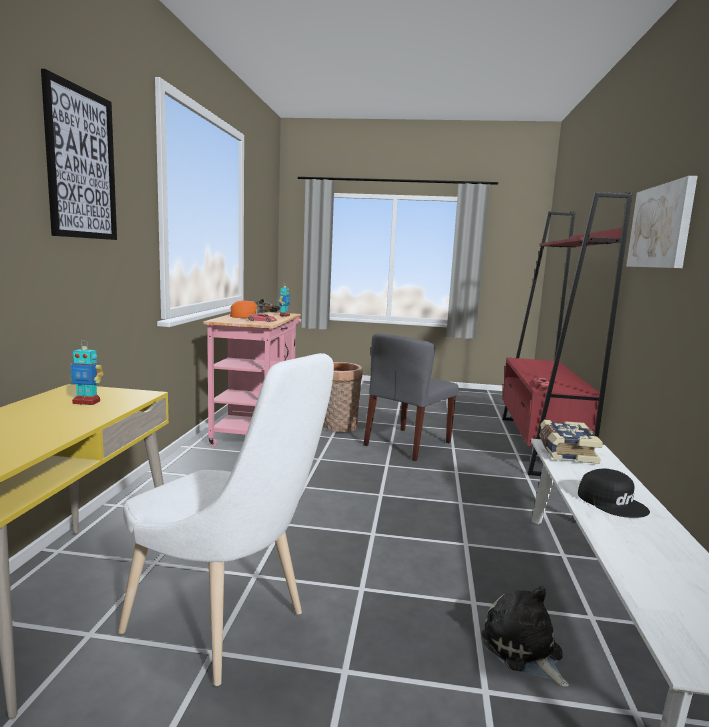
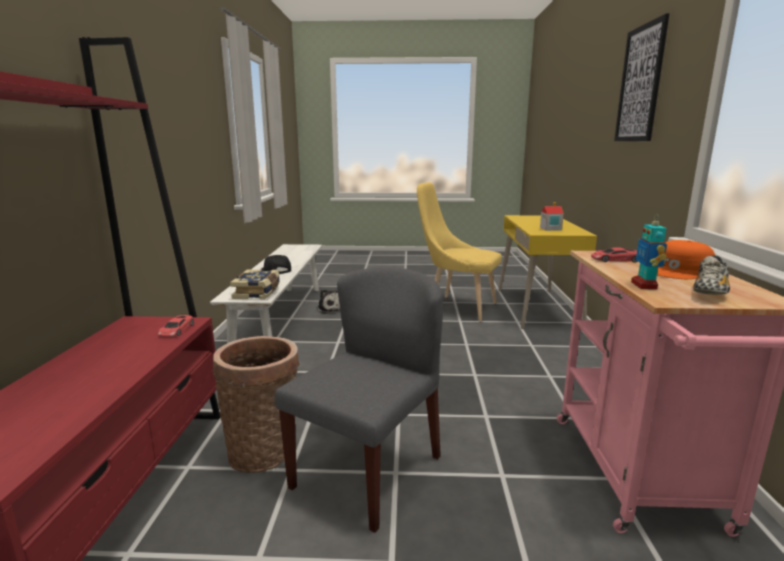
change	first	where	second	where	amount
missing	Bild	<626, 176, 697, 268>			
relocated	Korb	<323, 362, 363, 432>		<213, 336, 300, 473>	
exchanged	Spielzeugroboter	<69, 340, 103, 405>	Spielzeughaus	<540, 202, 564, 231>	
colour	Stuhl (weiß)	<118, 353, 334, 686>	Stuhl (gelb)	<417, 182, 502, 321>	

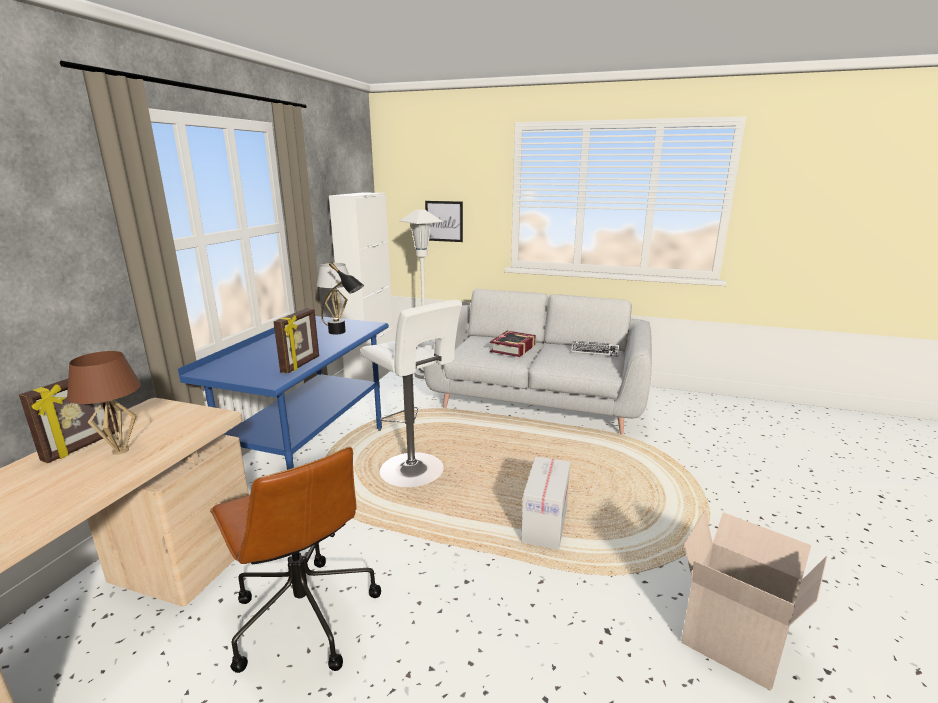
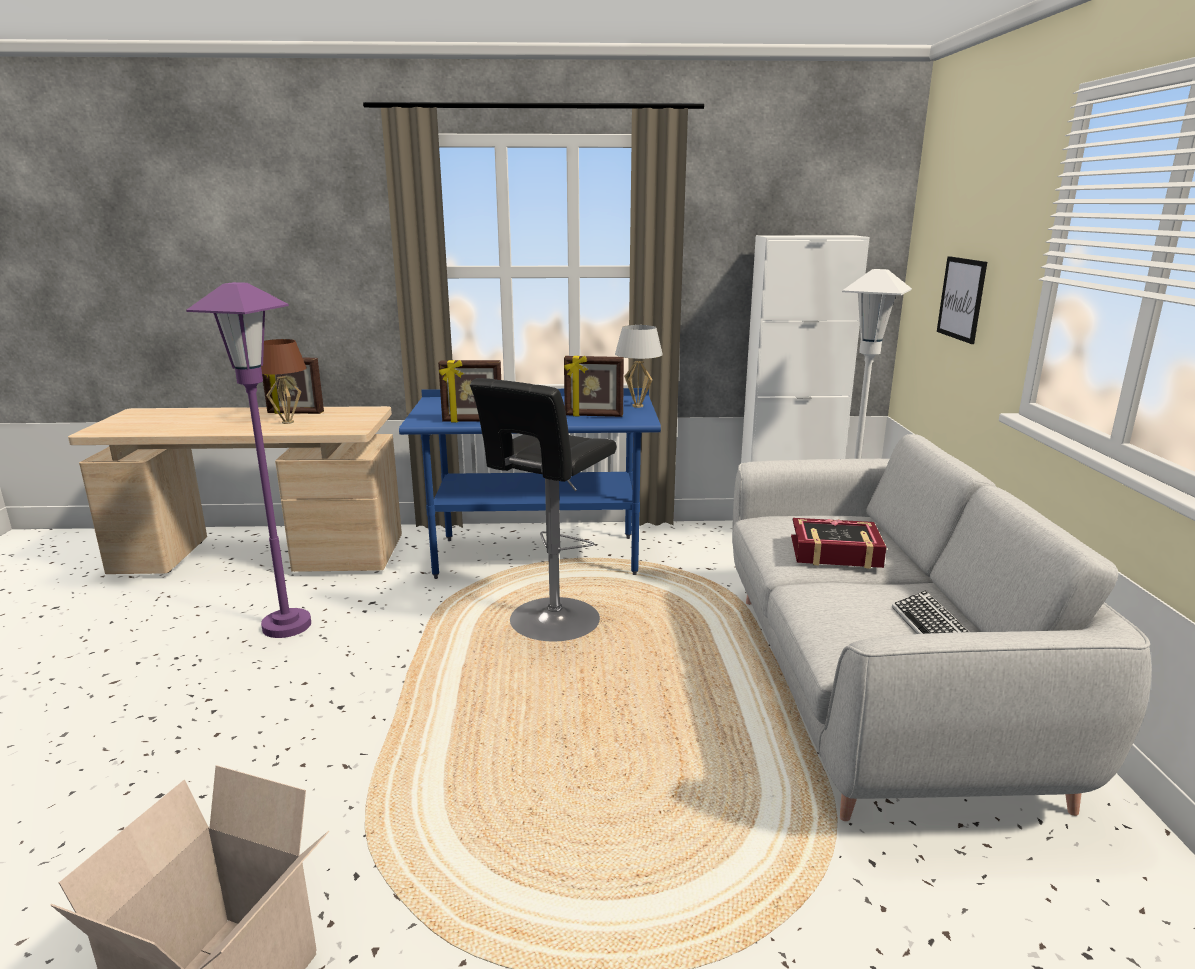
change	first	where	second	where	amount
missing	Karton	<521, 456, 570, 550>			
exchanged	Bürostuhl (braun)	<210, 447, 381, 673>	Stehlampe (lila)	<186, 282, 311, 638>	
exchanged	Tischlampe (schwarz)	<321, 262, 364, 335>	Bilderrahmen	<564, 356, 624, 417>	
colour	Hocker (weiß)	<360, 300, 463, 487>	Hocker (schwarz)	<470, 378, 617, 641>	

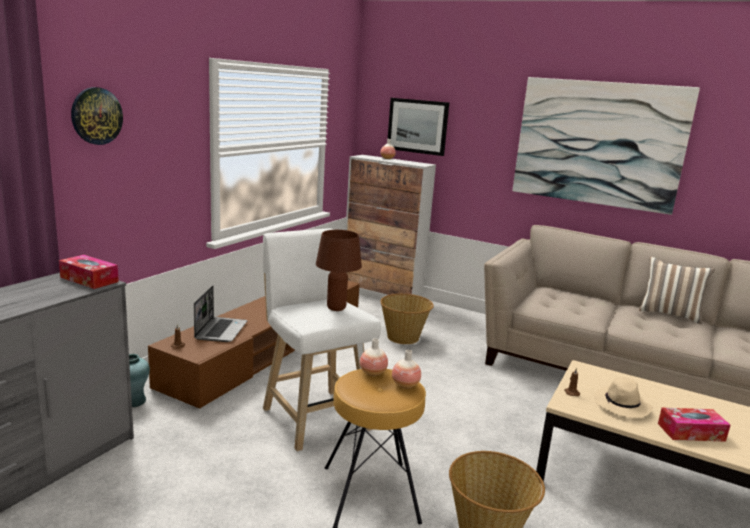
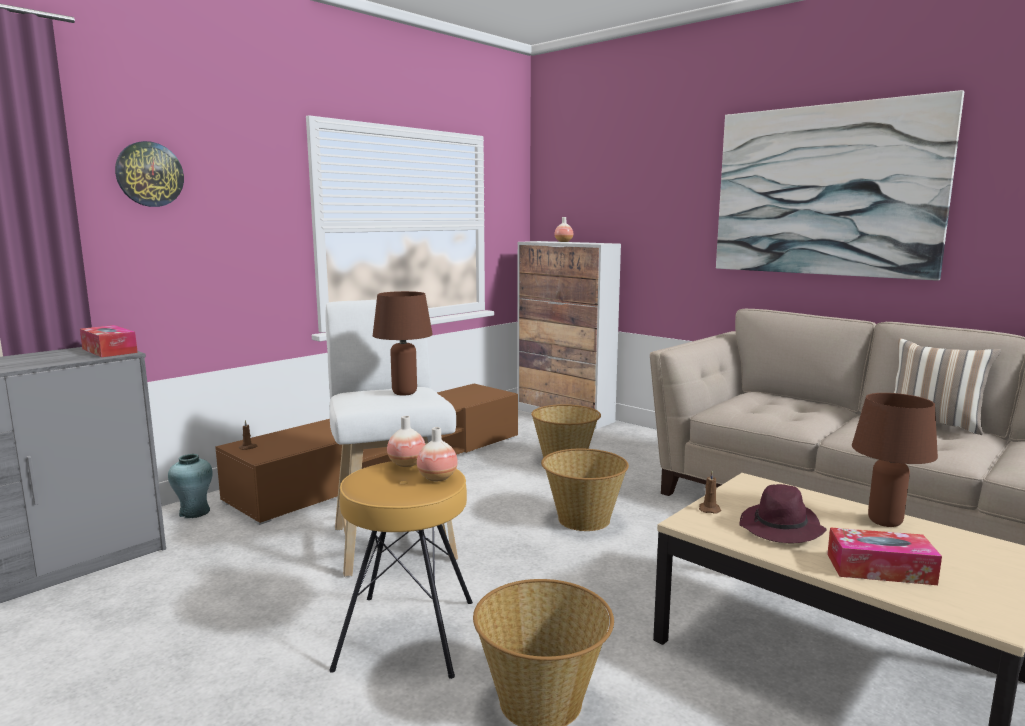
change	first	where	second	where	amount
missing	Laptop	<194, 286, 247, 342>			
missing	Bild	<388, 98, 449, 156>			
appeared			Korb	<541, 449, 629, 531>	
appeared			Tischlampe (braun)	<852, 393, 938, 527>	
colour	Hut (beige)	<594, 377, 653, 418>	Hut (lila)	<739, 484, 827, 543>	

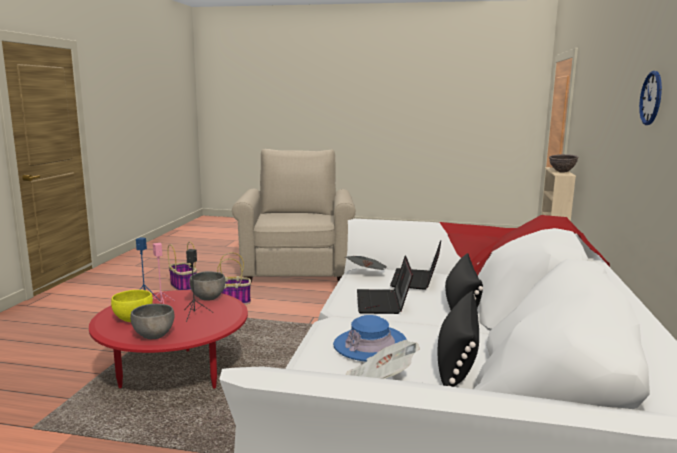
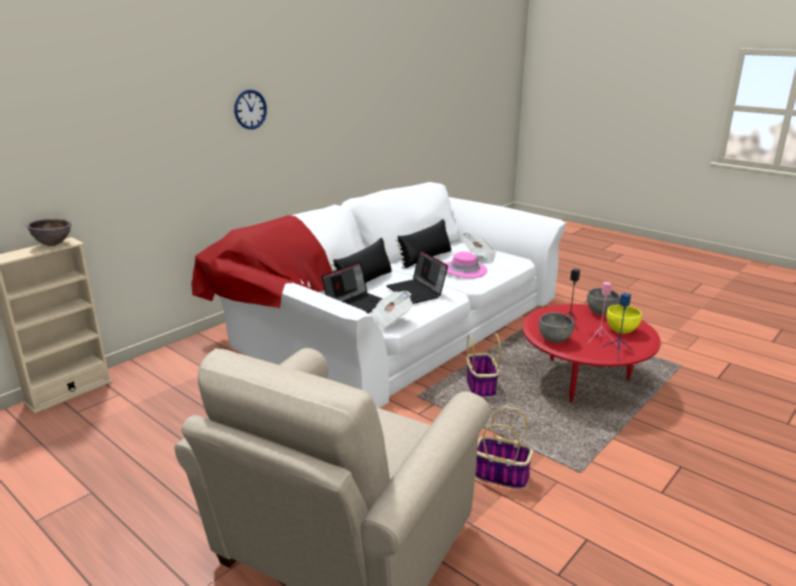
change	first	where	second	where	amount
relocated	Korb	<167, 242, 197, 290>		<467, 333, 501, 397>	
colour	Hut (blau)	<333, 315, 407, 362>	Hut (rosa)	<445, 251, 487, 278>	
spun	Laptop	<357, 256, 413, 314>		<386, 250, 448, 304>	120 degrees clockwise

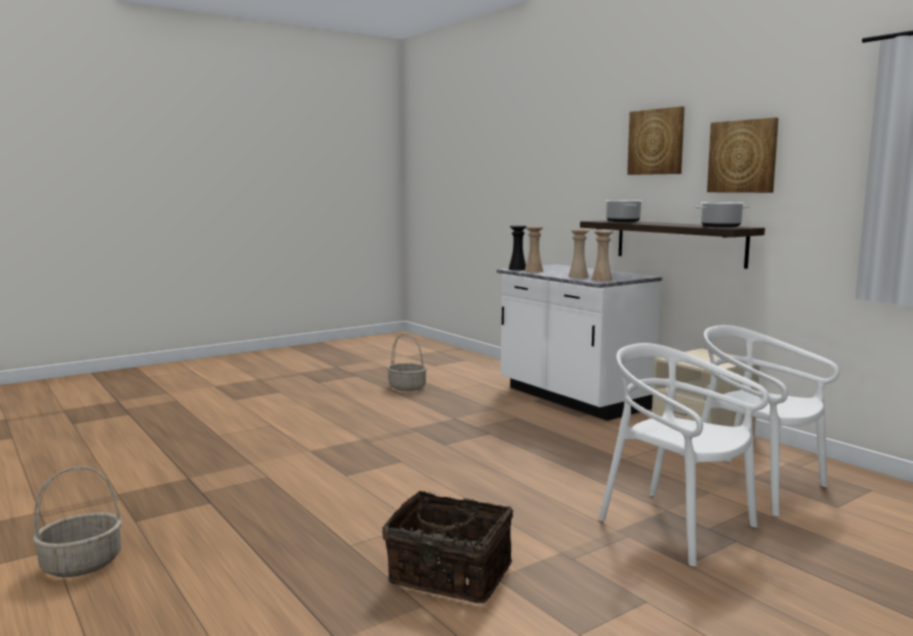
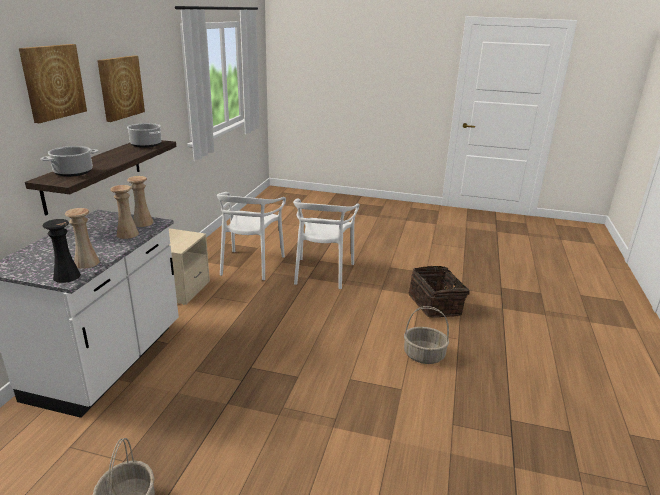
change	first	where	second	where	amount
relocated	Korb	<33, 466, 122, 577>		<404, 306, 449, 364>	

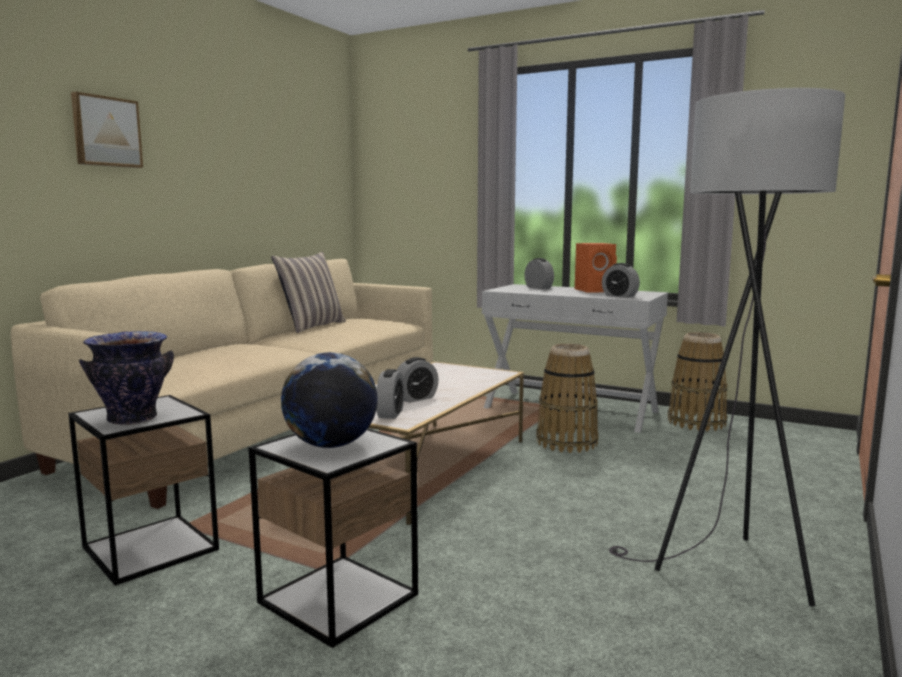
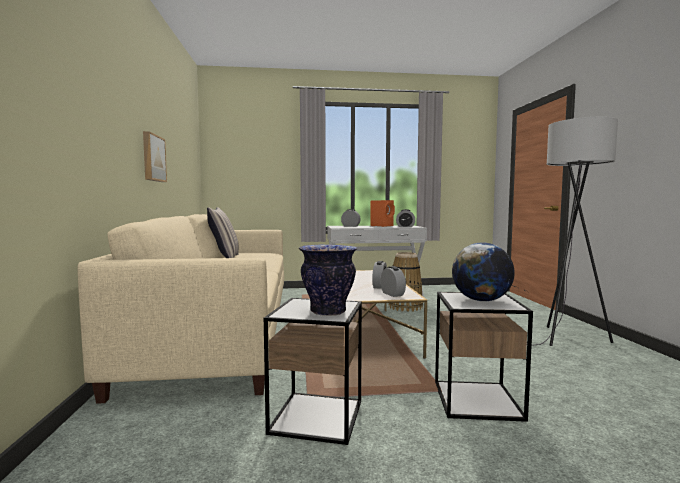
change	first	where	second	where	amount
missing	Korb	<668, 332, 728, 431>			
relocated	Bild	<71, 92, 143, 168>		<143, 131, 167, 182>	

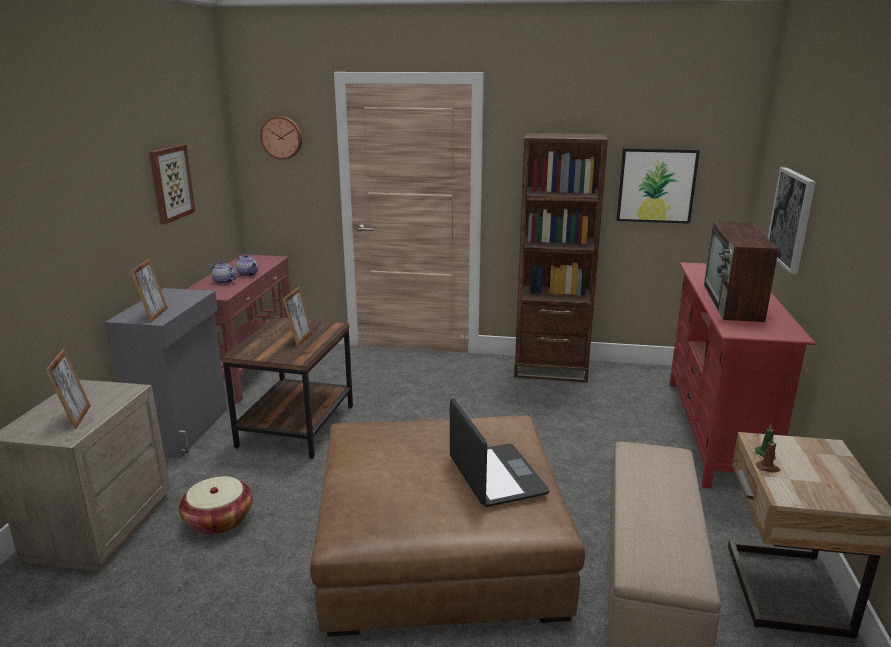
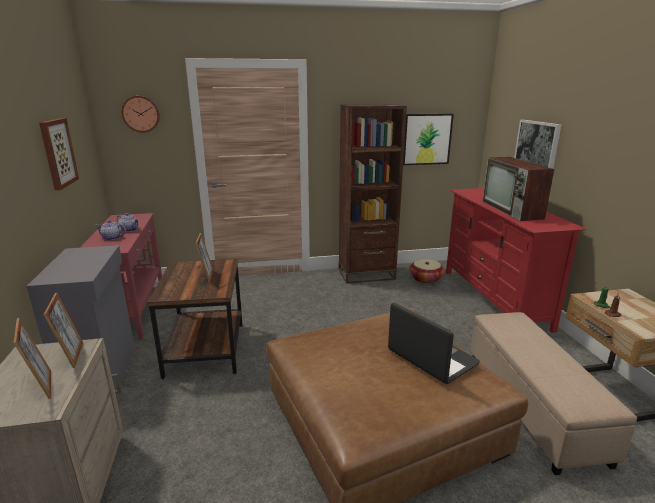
change	first	where	second	where	amount
relocated	Bilderrahmen	<131, 259, 168, 322>		<43, 293, 83, 368>	
relocated	Korb	<179, 476, 253, 535>		<409, 259, 445, 284>	

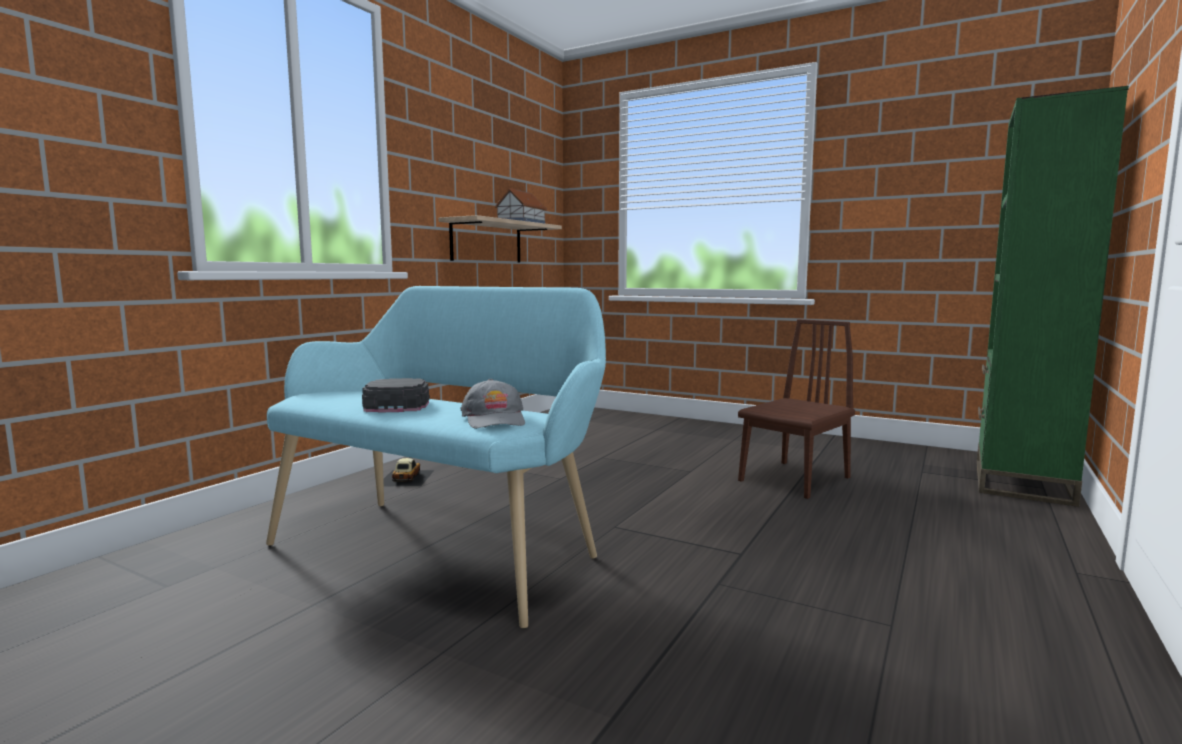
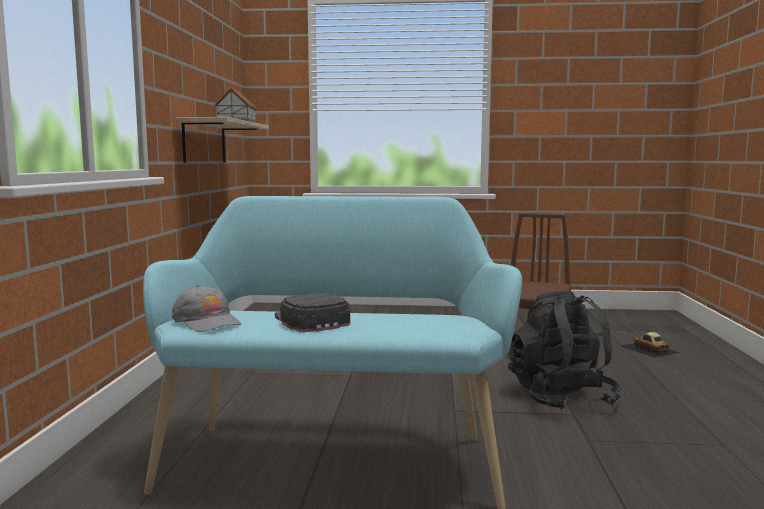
change	first	where	second	where	amount
missing	Bücherregal (grün)	<977, 86, 1129, 507>			
appeared			Rucksack (schwarz)	<508, 291, 622, 410>	
relocated	Spielzeugauto	<383, 458, 434, 487>		<620, 332, 680, 358>	
relocated	Kappe (grau)	<460, 379, 525, 429>		<172, 285, 241, 332>	

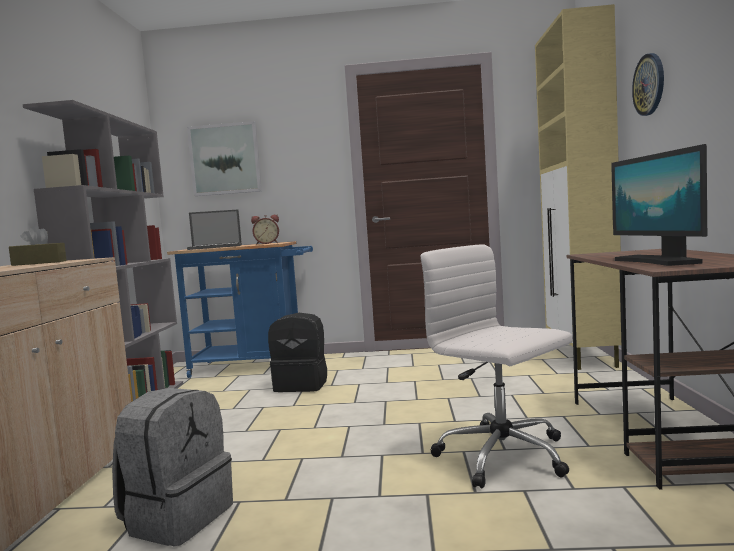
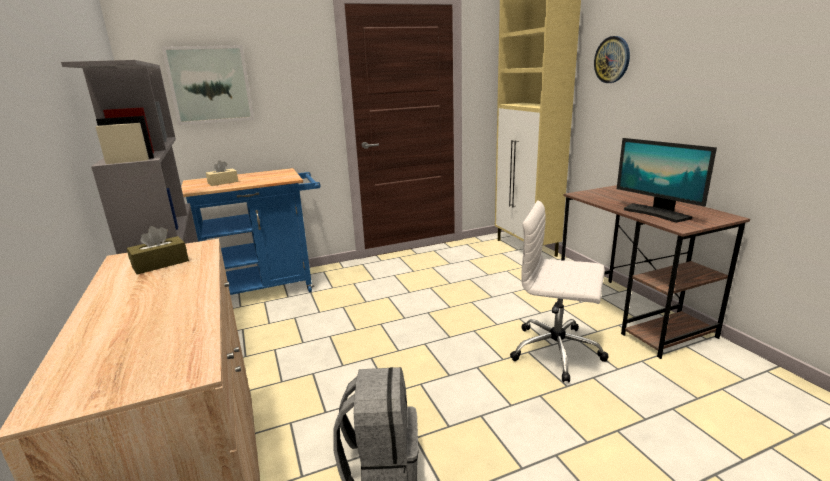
change	first	where	second	where	amount
missing	Wecker	<251, 215, 279, 245>			
missing	Rucksack (schwarz)	<268, 313, 327, 392>			
exchanged	Laptop	<187, 210, 242, 250>	Taschentuchbox (beige)	<206, 160, 238, 186>	

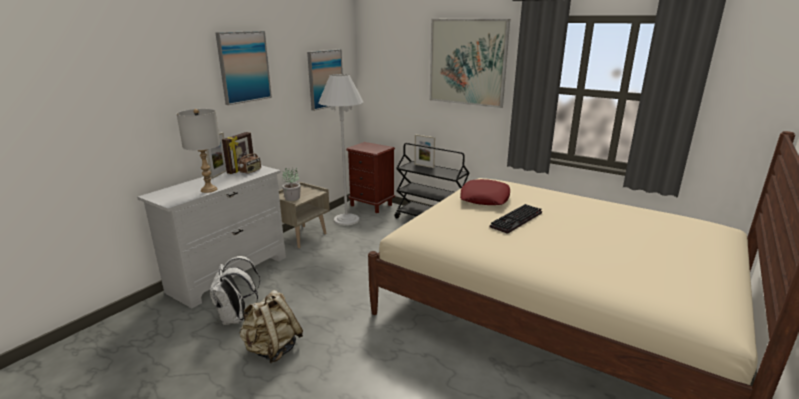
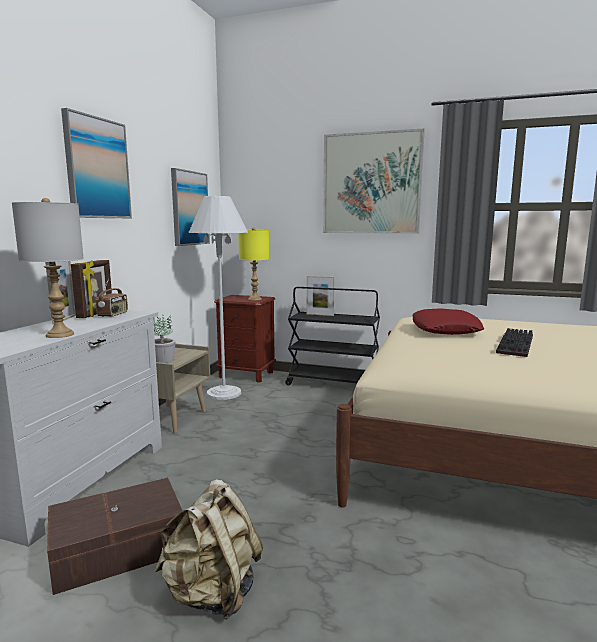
change	first	where	second	where	amount
appeared			Tischlampe (gelb)	<238, 227, 269, 301>	
exchanged	Rucksack (weiß)	<210, 256, 260, 325>	Aufbewahrungsbox (braun)	<47, 477, 183, 595>	

